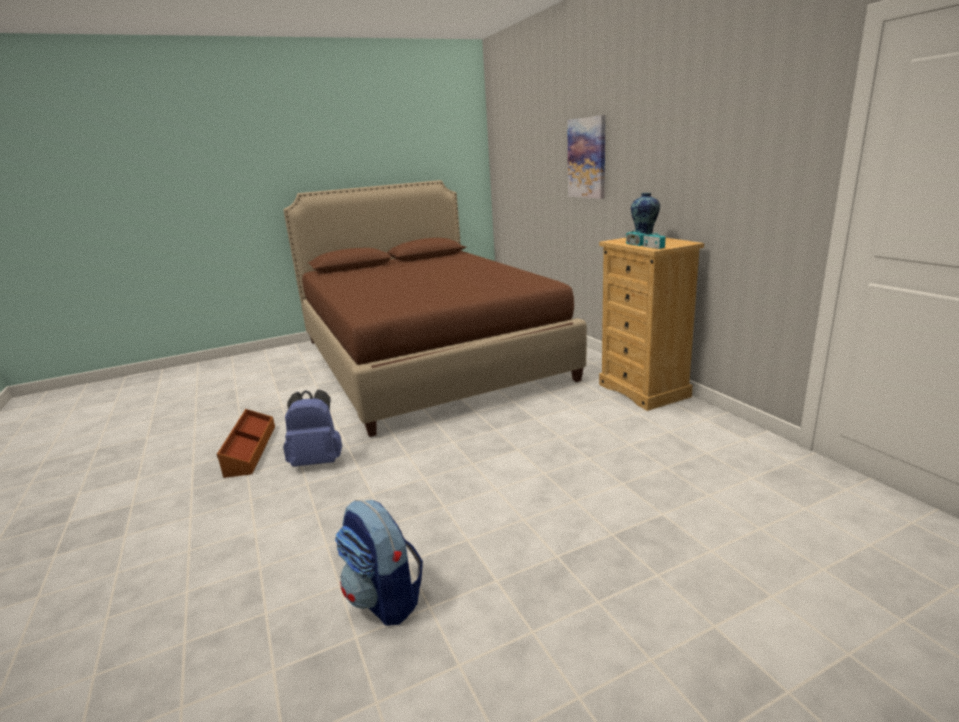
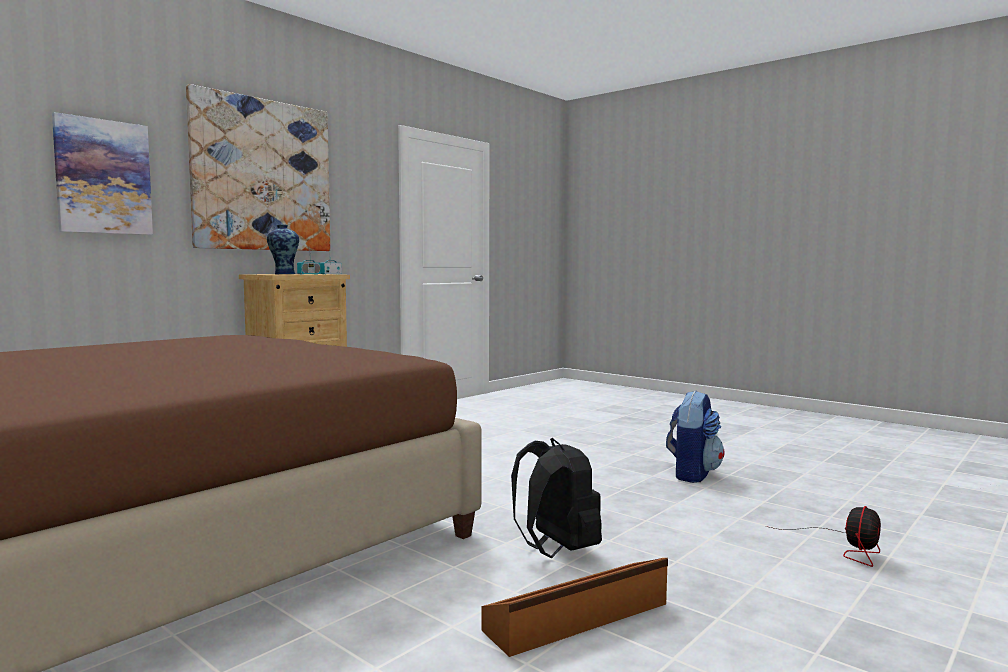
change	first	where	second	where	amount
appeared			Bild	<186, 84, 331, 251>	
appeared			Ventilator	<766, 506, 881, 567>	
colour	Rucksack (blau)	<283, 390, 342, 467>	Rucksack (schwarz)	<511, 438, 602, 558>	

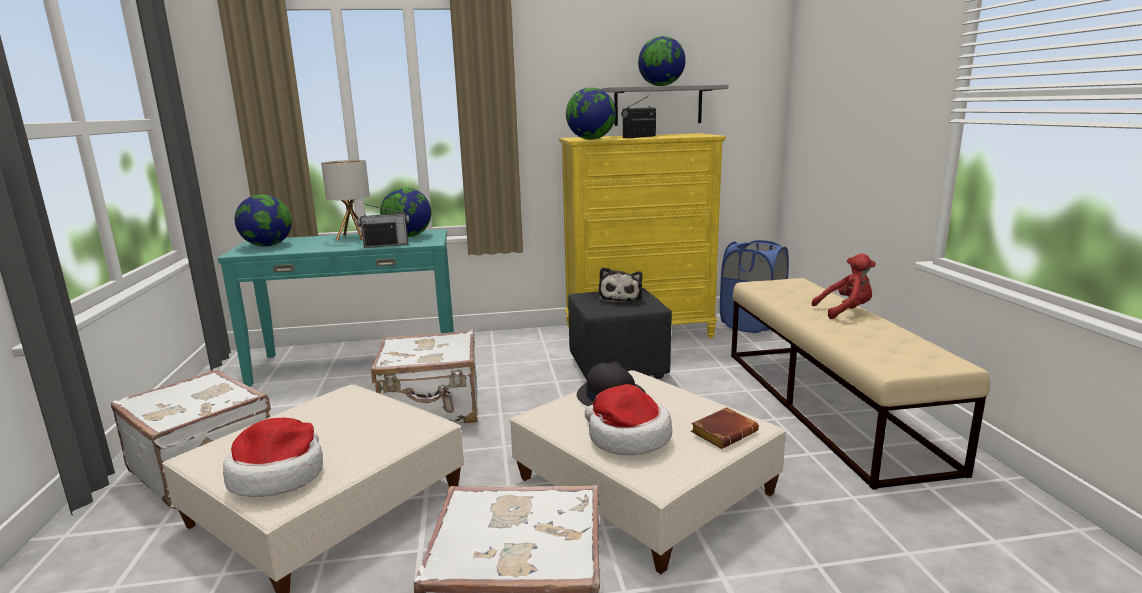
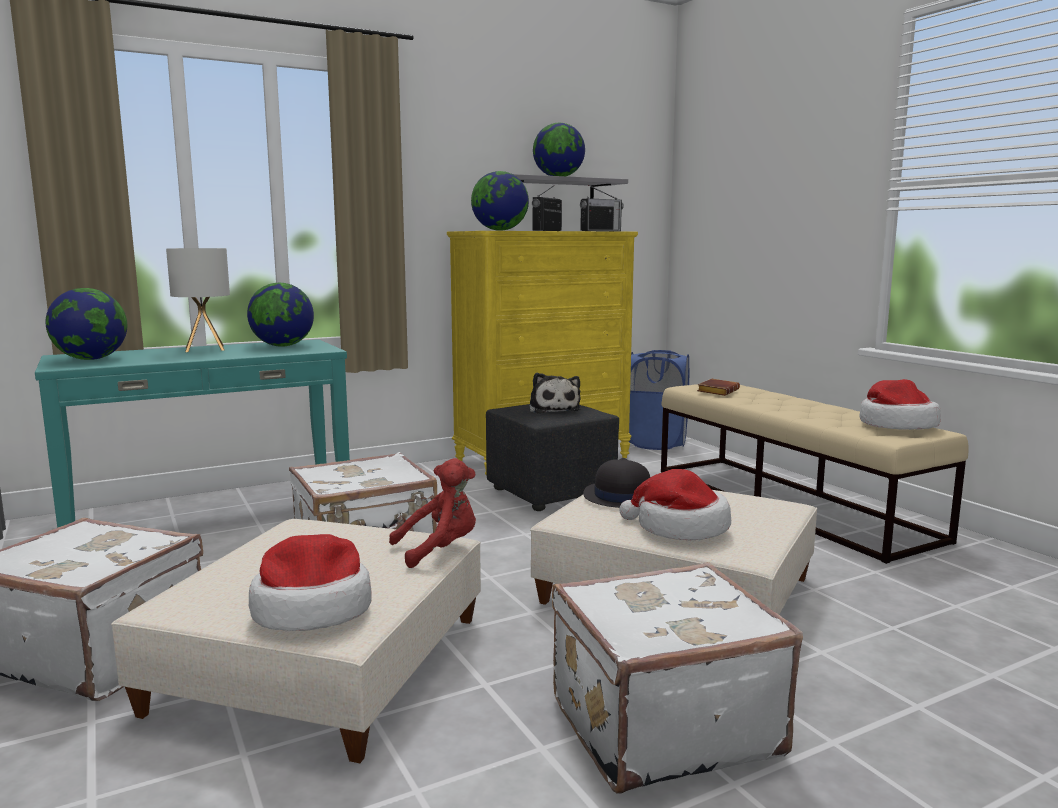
change	first	where	second	where	amount
appeared			Hut	<860, 379, 941, 430>	
relocated	Radio	<357, 203, 410, 248>		<580, 185, 624, 231>	
relocated	Buch (braun)	<691, 407, 759, 449>		<697, 379, 740, 396>	
relocated	Plüschtier (rot)	<811, 253, 876, 319>		<389, 458, 476, 568>	

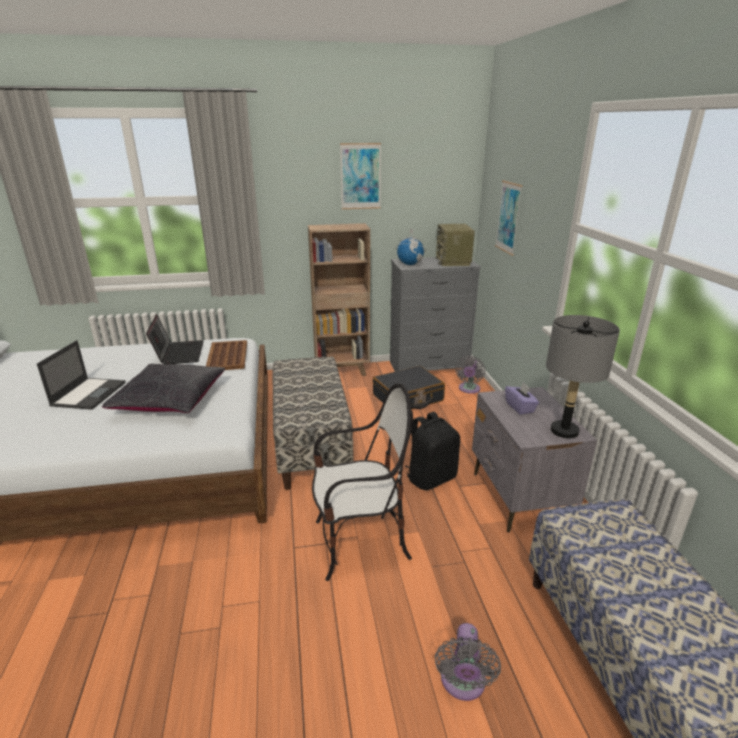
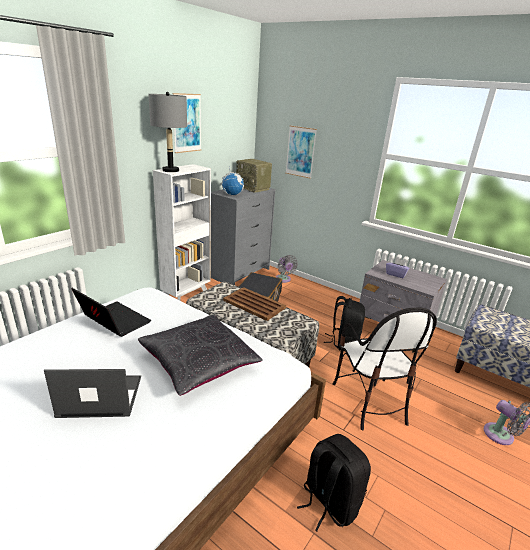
change	first	where	second	where	amount
appeared			Rucksack (schwarz)	<297, 434, 371, 531>	
relocated	Tablett (braun)	<206, 340, 247, 370>		<223, 287, 286, 321>	
relocated	Tischlampe (grau)	<546, 315, 620, 439>		<148, 92, 187, 172>	
colour	Bücherregal (braun)	<308, 223, 370, 376>	Bücherregal (weiß)	<153, 164, 211, 301>	
spun	Laptop	<37, 340, 126, 410>		<44, 369, 141, 418>	60 degrees counterclockwise
spun	Stuhl	<312, 383, 413, 581>		<333, 307, 437, 430>	135 degrees clockwise

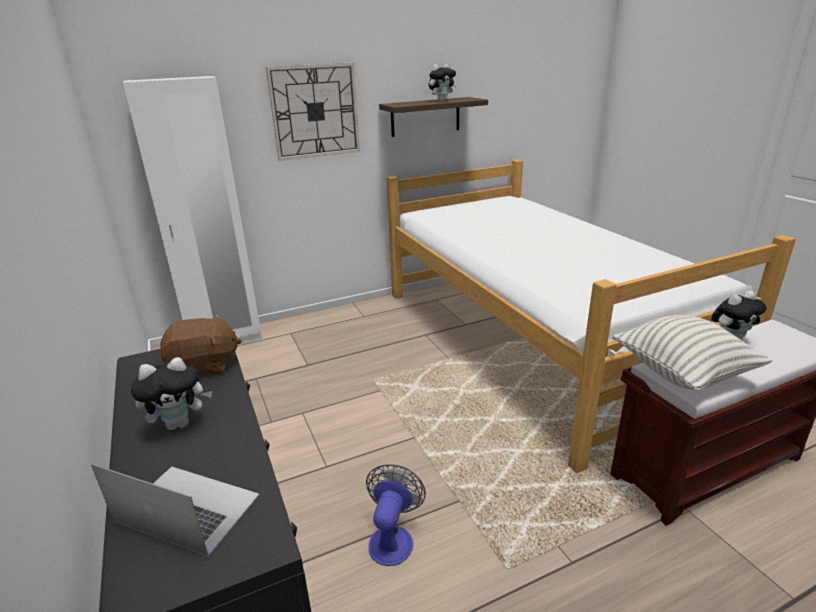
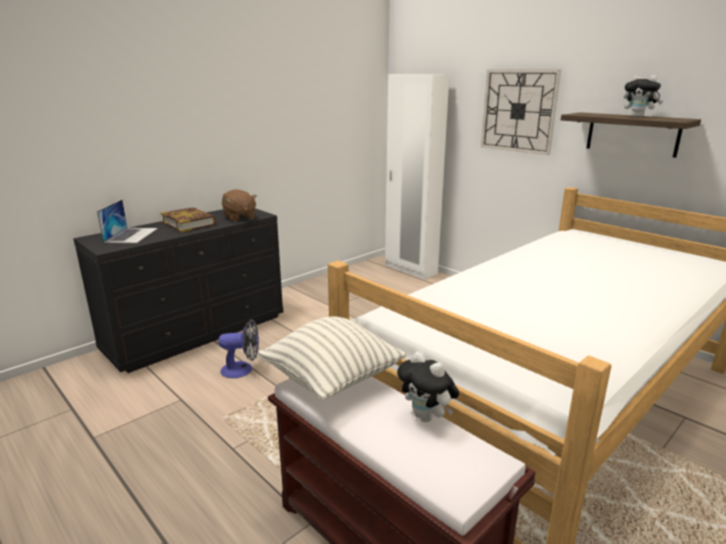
change	first	where	second	where	amount
exchanged	Plüschtier	<131, 357, 212, 430>	Buch	<160, 207, 216, 232>	

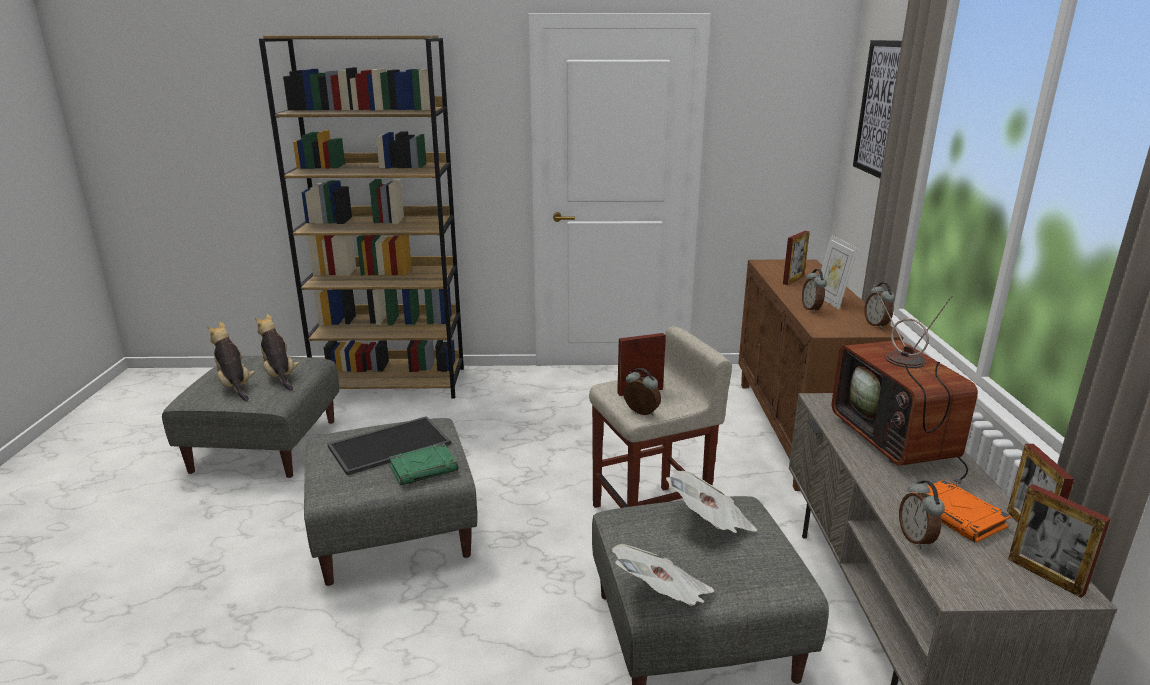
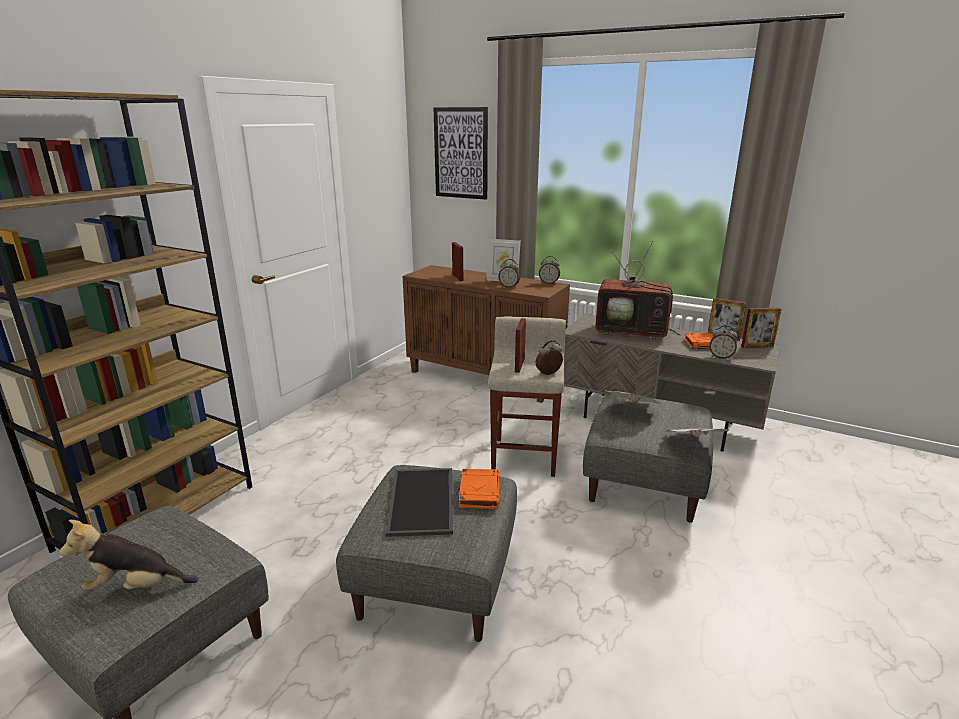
change	first	where	second	where	amount
missing	Plüschtier	<255, 314, 299, 391>			
colour	Buch (grün)	<389, 443, 458, 485>	Buch (orange)	<459, 469, 500, 509>	

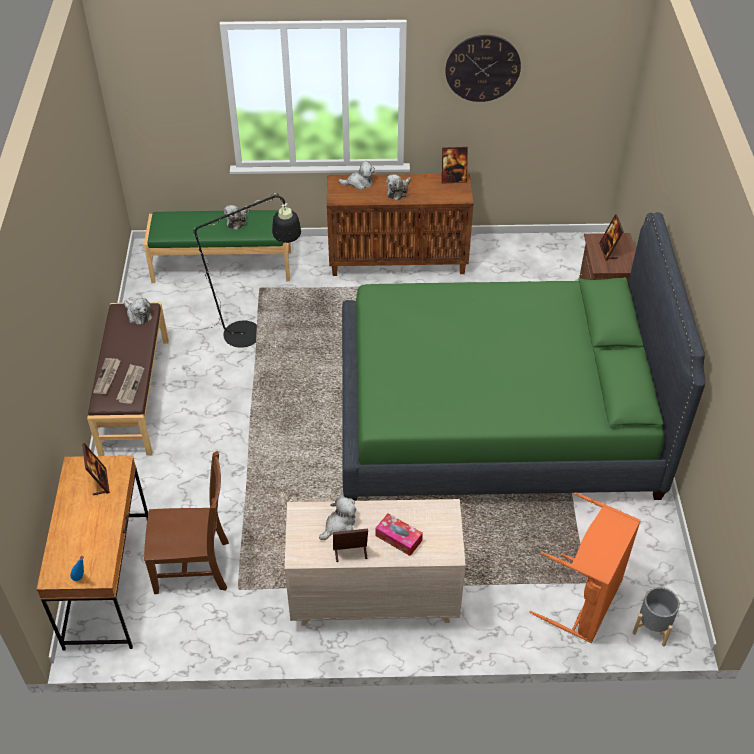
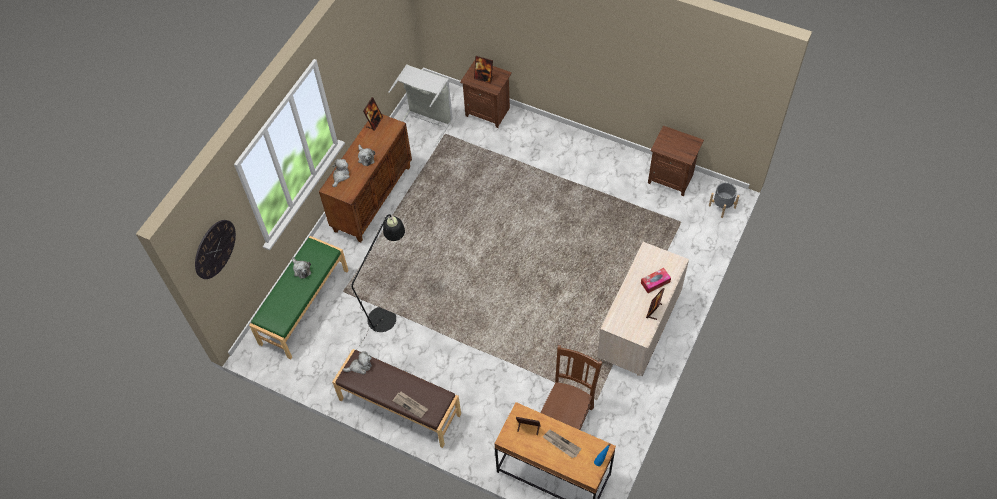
change	first	where	second	where	amount
missing	Plüschtier	<319, 496, 356, 540>			
missing	Bett (grün)	<342, 212, 705, 501>			
missing	Wäschekorb (orange)	<529, 492, 641, 643>			
appeared			Wäschekorb (grau)	<389, 64, 453, 146>	
appeared			Nachttisch (braun)	<648, 126, 704, 196>	
relocated	Zeitung	<116, 364, 144, 404>		<543, 430, 581, 458>	
relocated	Wanduhr	<445, 35, 521, 102>		<195, 220, 236, 279>	

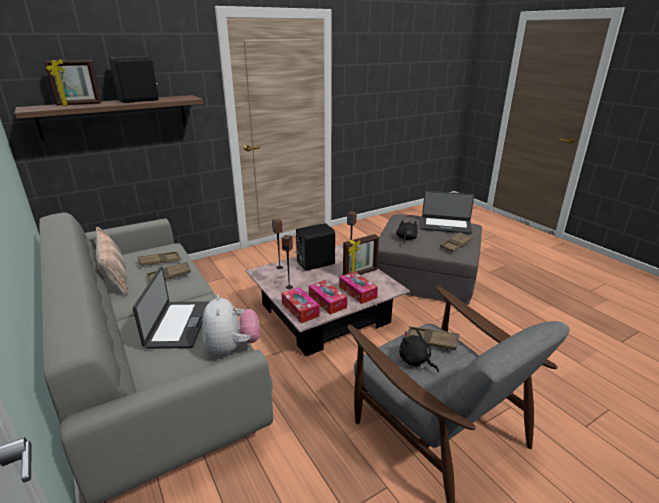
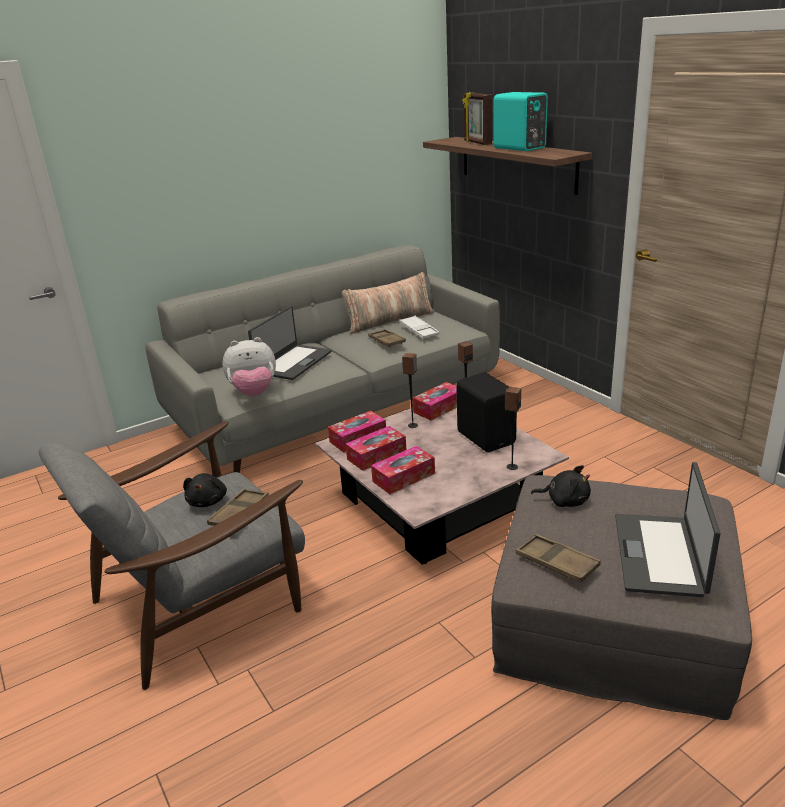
change	first	where	second	where	amount
missing	Bilderrahmen	<343, 234, 379, 275>			
appeared			Taschentuchbox	<412, 382, 457, 420>	
colour	Lautsprecher (schwarz)	<109, 56, 159, 103>	Lautsprecher (türkis)	<493, 92, 548, 151>	
colour	Tablett (braun)	<137, 251, 181, 266>	Tablett (weiß)	<399, 316, 439, 339>	
spun	Laptop	<133, 267, 210, 349>		<248, 306, 332, 380>	60 degrees counterclockwise
spun	Plüschtier (schwarz)	<399, 329, 439, 372>		<183, 473, 227, 507>	135 degrees clockwise

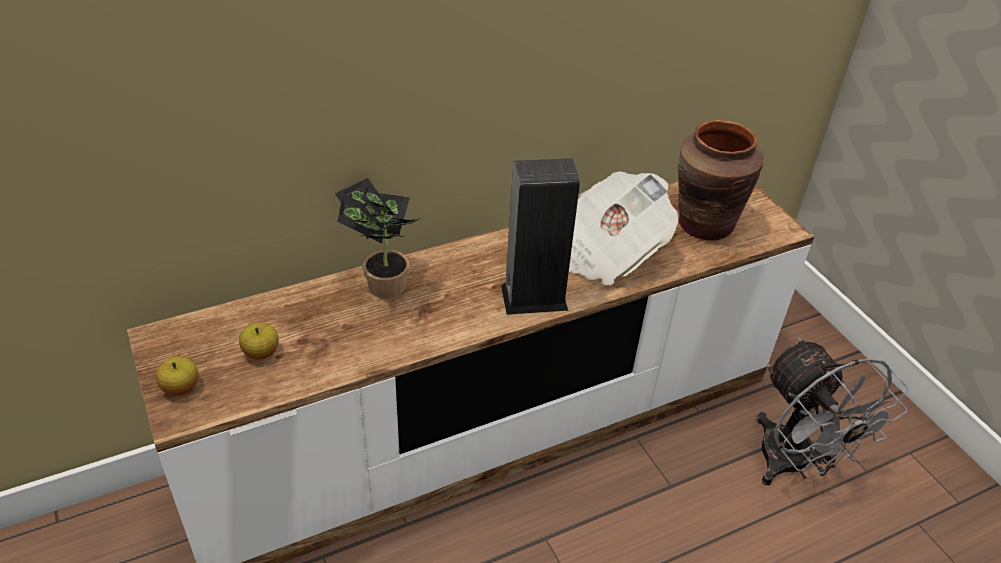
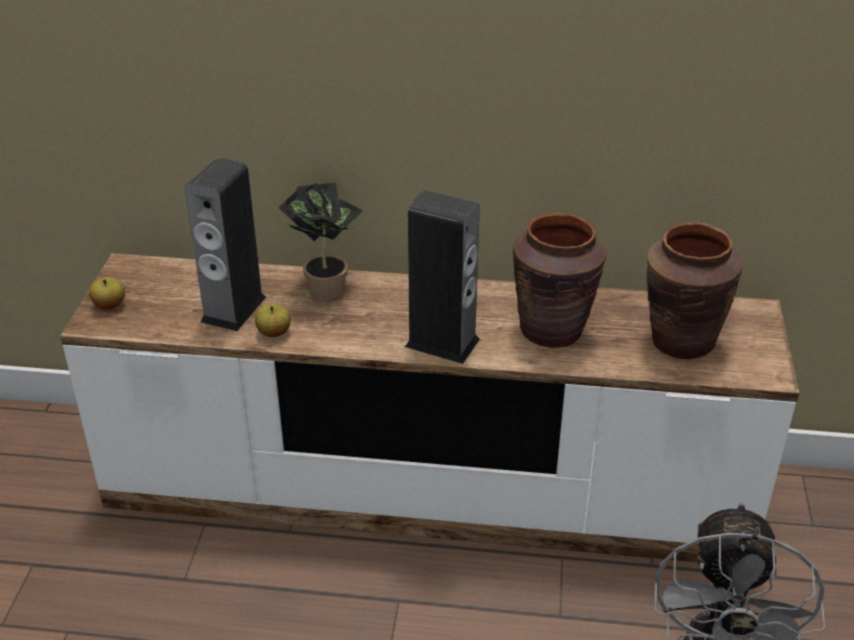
change	first	where	second	where	amount
appeared			Lautsprecher	<185, 158, 266, 331>	
relocated	Apfel	<239, 323, 279, 359>		<255, 304, 291, 337>	
exchanged	Zeitung	<569, 171, 678, 285>	Vase (braun)	<513, 213, 606, 348>	

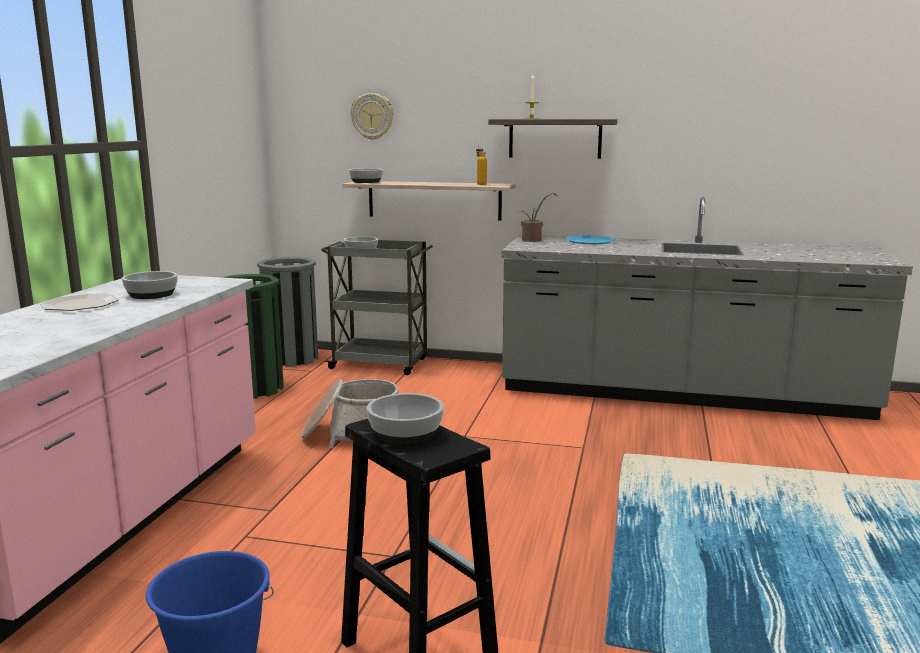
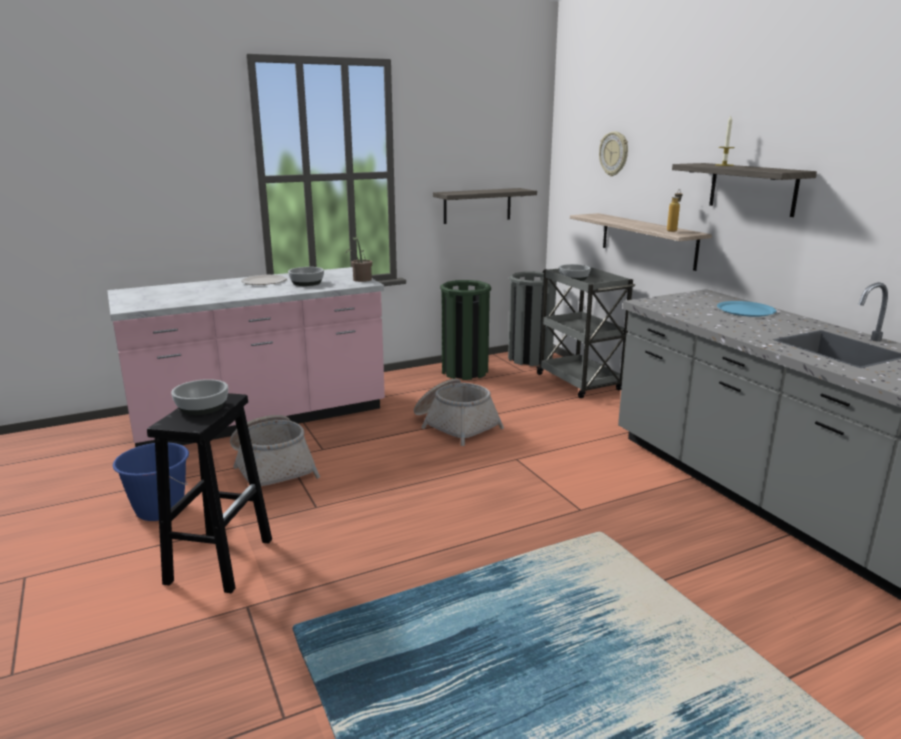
change	first	where	second	where	amount
missing	Schüssel	<349, 168, 383, 183>			
appeared			Korb	<230, 415, 320, 486>	
appeared			Wandregal	<433, 188, 537, 224>	
relocated	Topfpflanze	<518, 194, 558, 242>		<346, 237, 372, 282>	

